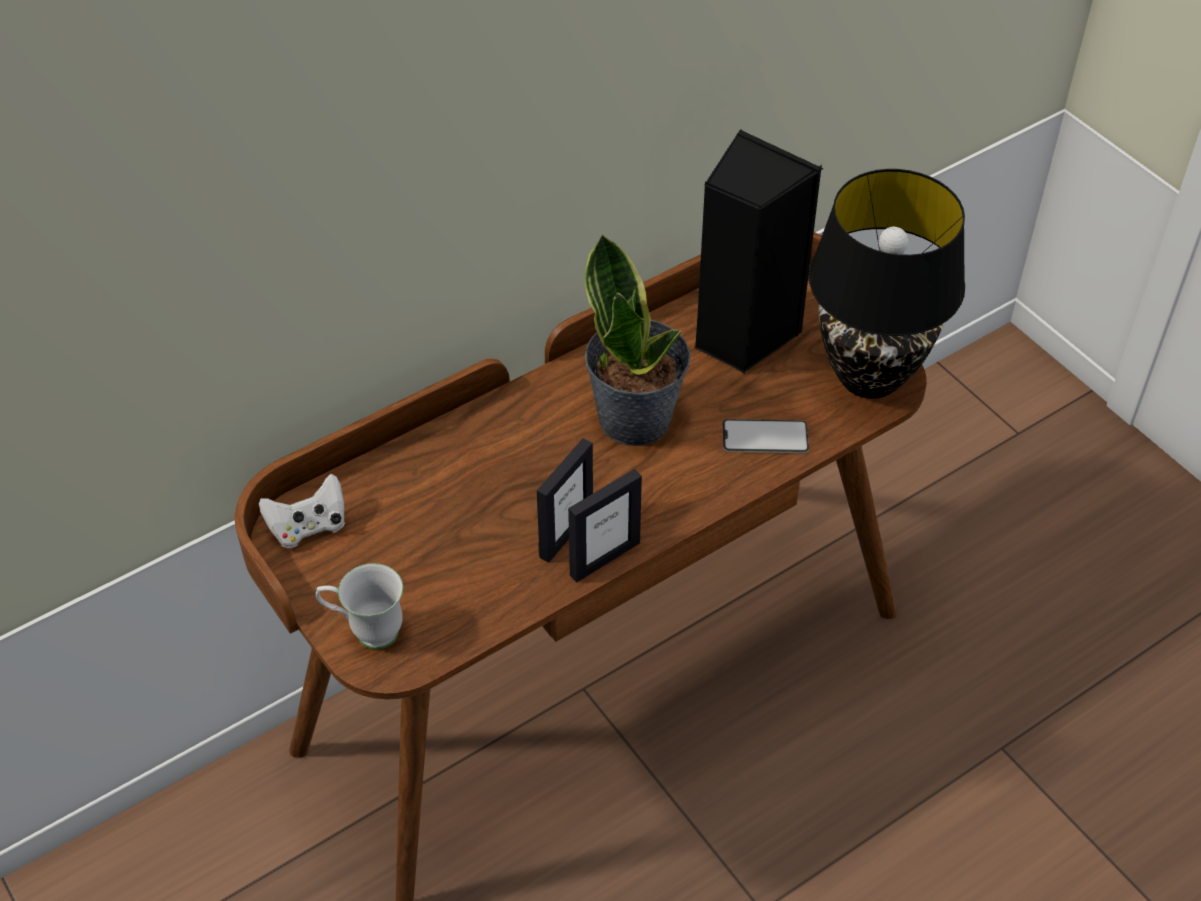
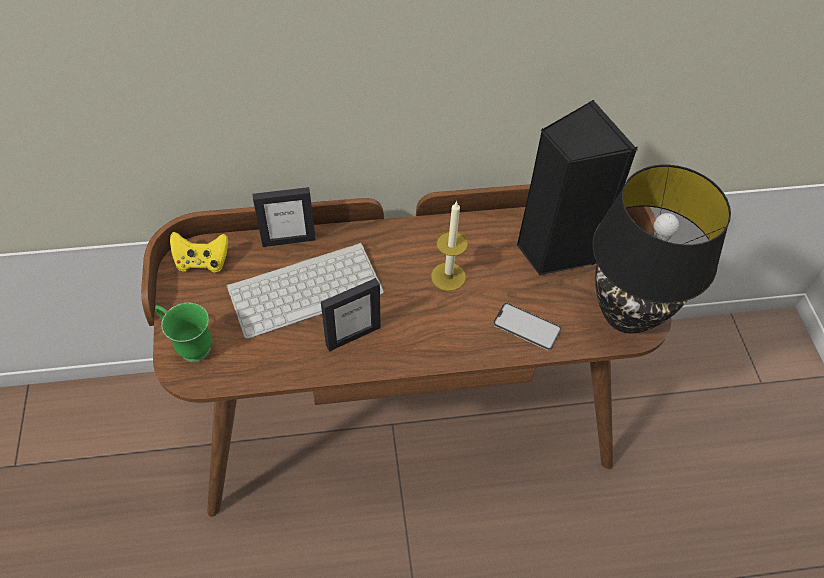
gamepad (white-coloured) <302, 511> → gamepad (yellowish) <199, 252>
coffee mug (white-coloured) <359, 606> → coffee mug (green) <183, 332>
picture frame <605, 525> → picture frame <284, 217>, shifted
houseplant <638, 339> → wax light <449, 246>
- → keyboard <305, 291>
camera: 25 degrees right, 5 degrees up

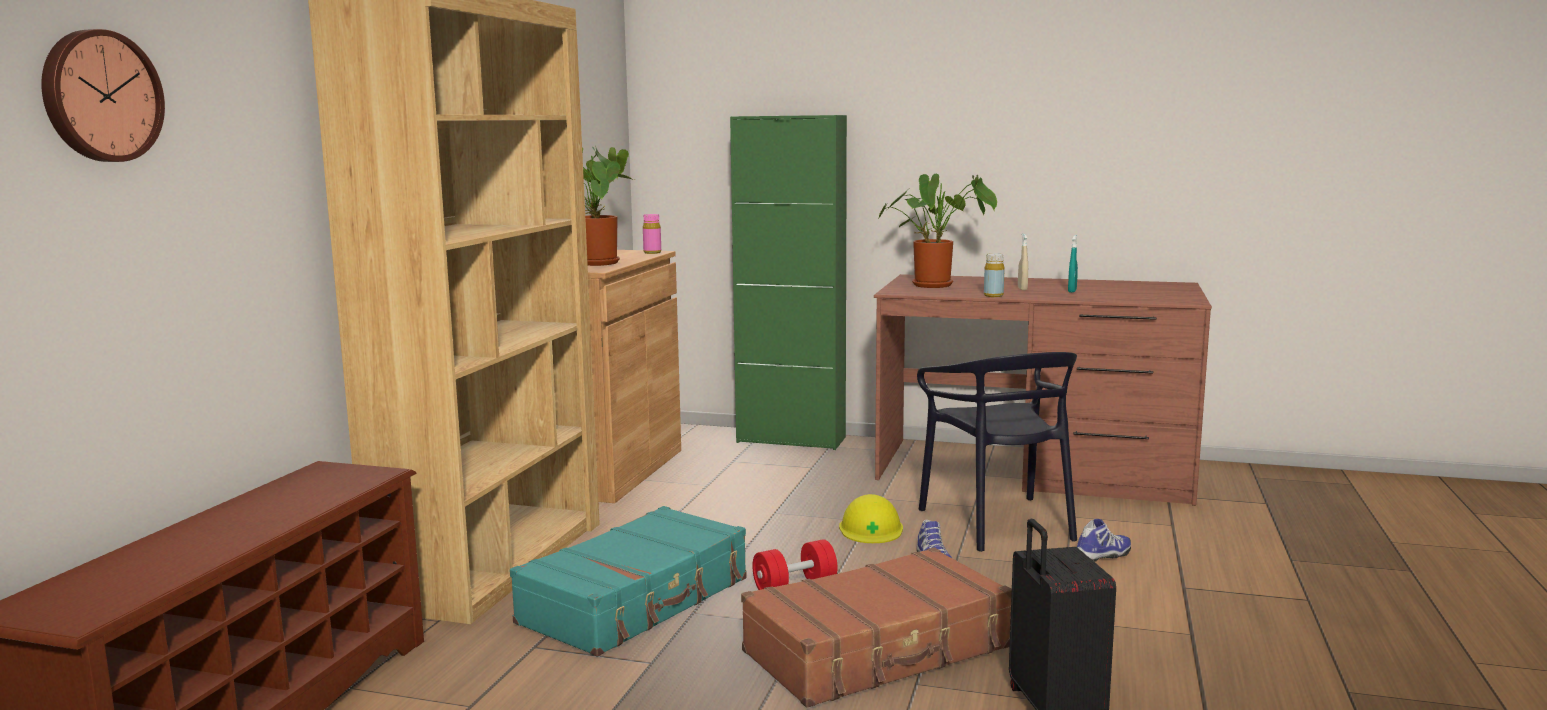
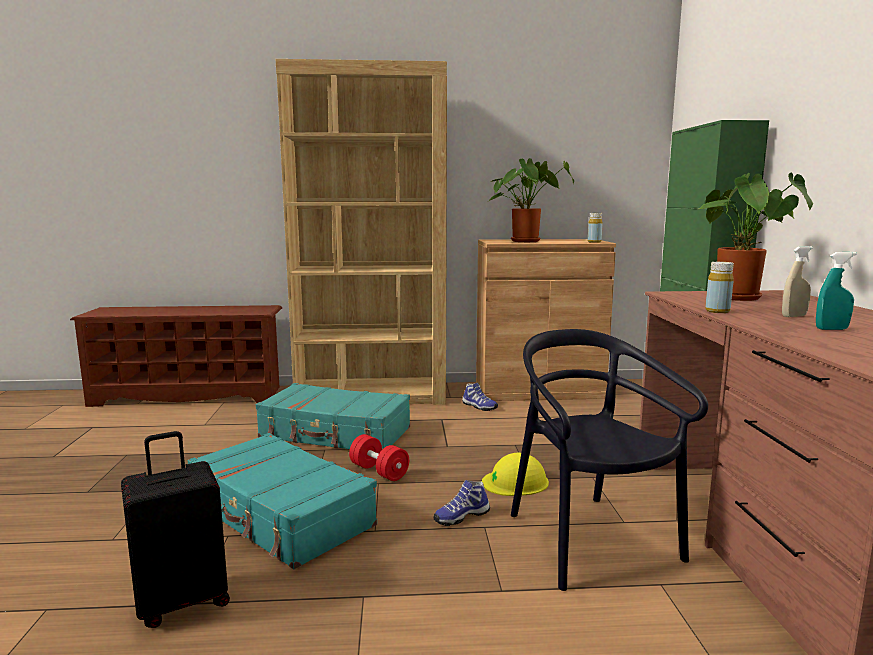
clock on the wall <103, 95> → -
drink bottle (pink-coloured) <652, 234> → drink bottle (yellowish) <595, 228>
travel case (brown) <876, 627> → travel case (blue-green) <282, 501>
plain chair (black) <997, 452> → plain chair (black) <609, 460>, 105 degrees clockwise
item of footwear <1104, 540> → item of footwear <480, 397>, shifted
camera: 70 degrees right, 0 degrees up

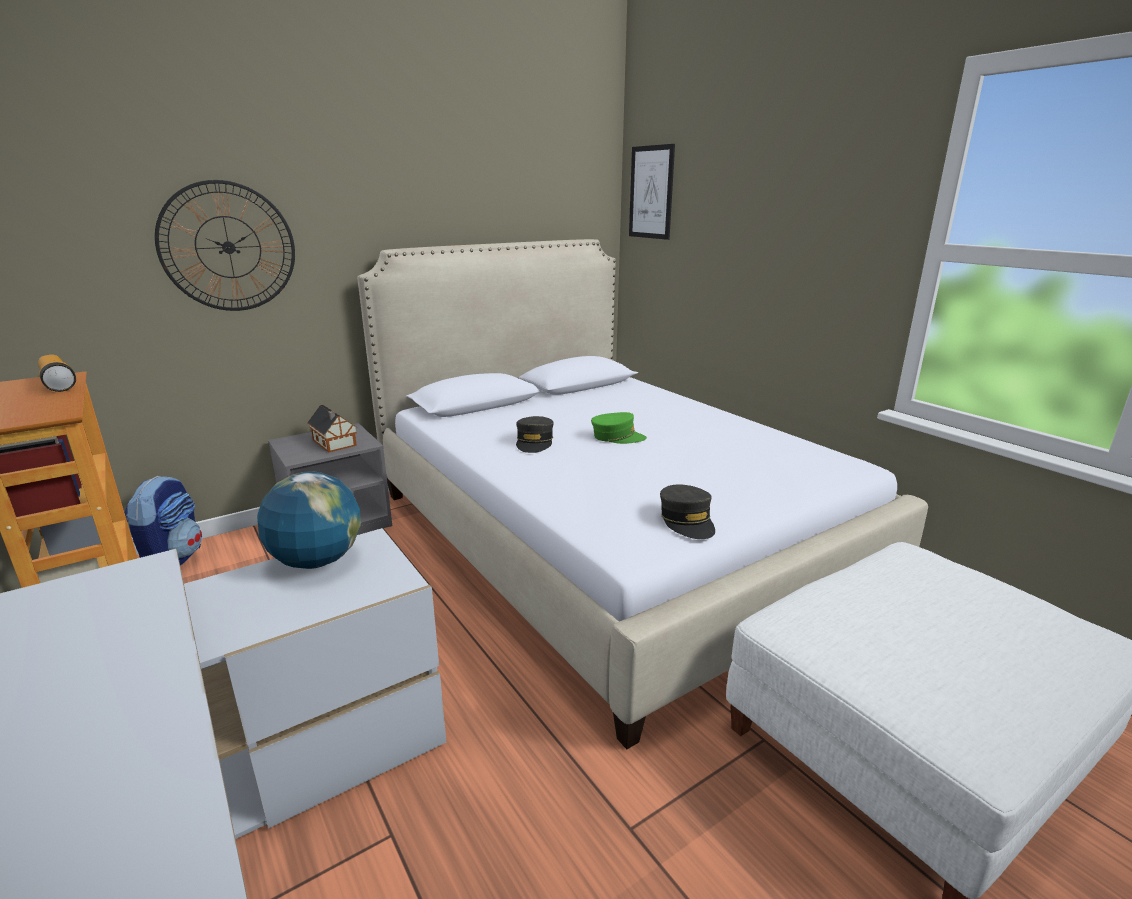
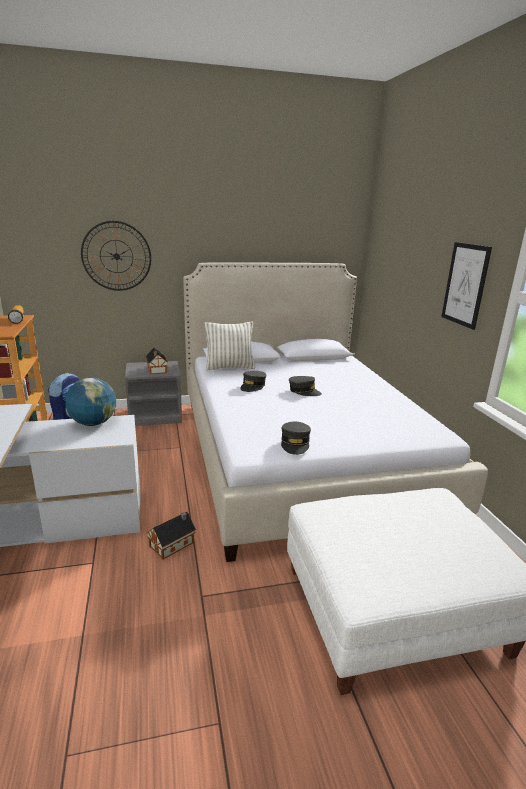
peaked cap (green) <619, 428> → peaked cap (greyish) <305, 386>
picture <652, 192> → picture <466, 286>, shifted
- → model house <171, 536>
- → cushion <229, 346>
camera: 20 degrees right, 0 degrees up

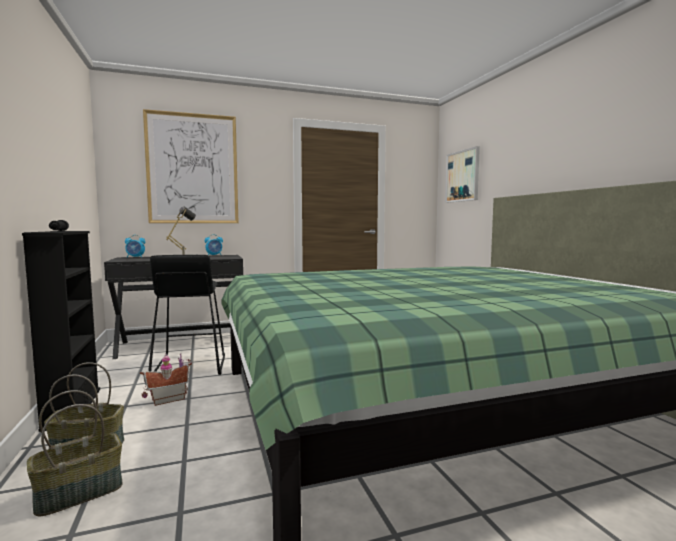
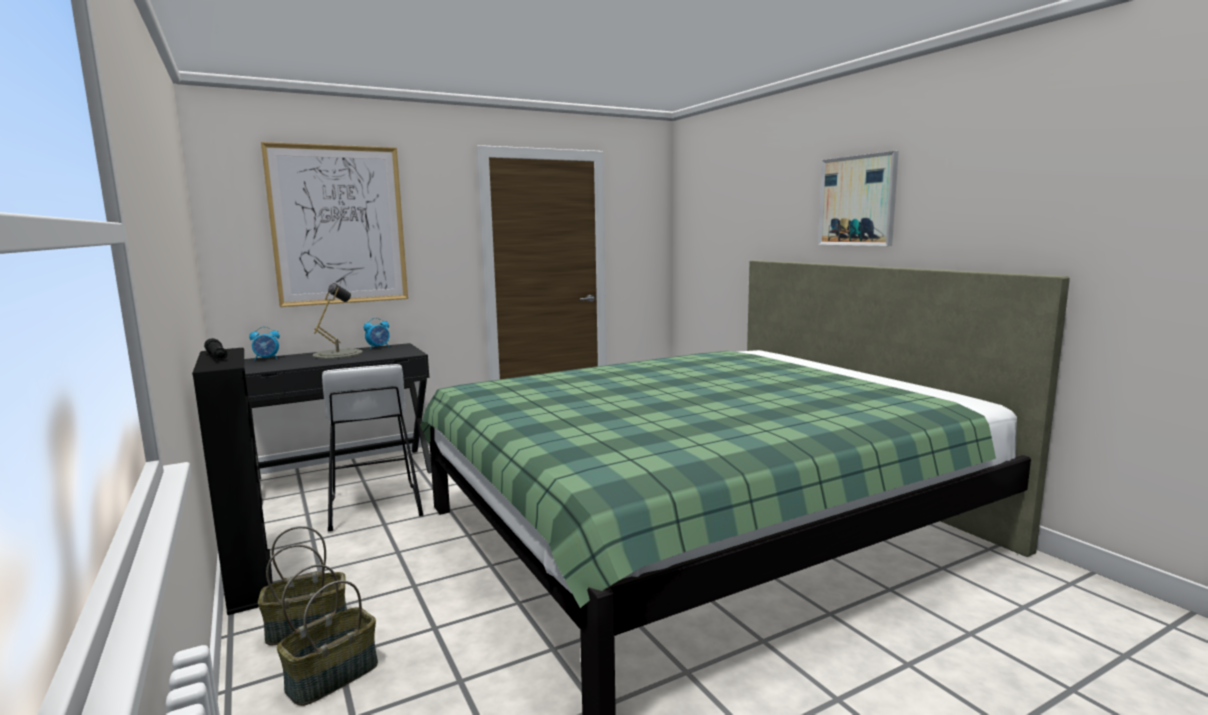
model house <166, 380> → -
stool (black) <186, 315> → stool (white-coloured) <372, 447>
picture <462, 174> → picture <858, 198>, shifted
camera: 10 degrees left, 5 degrees up

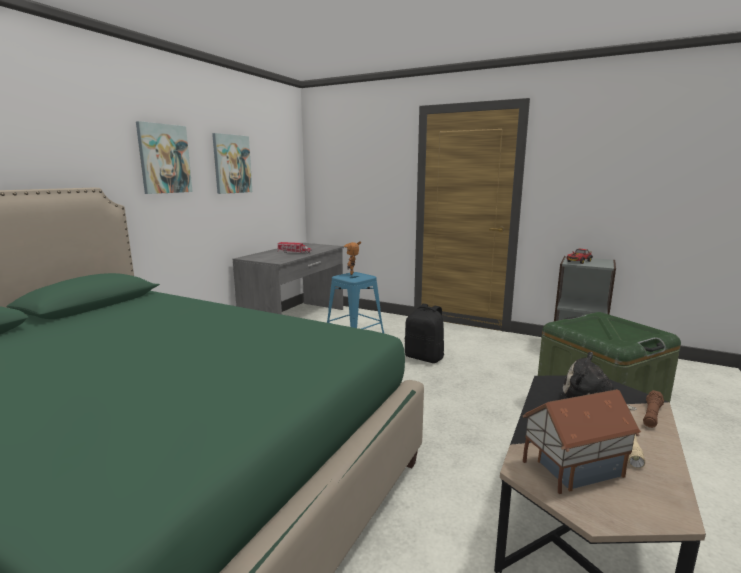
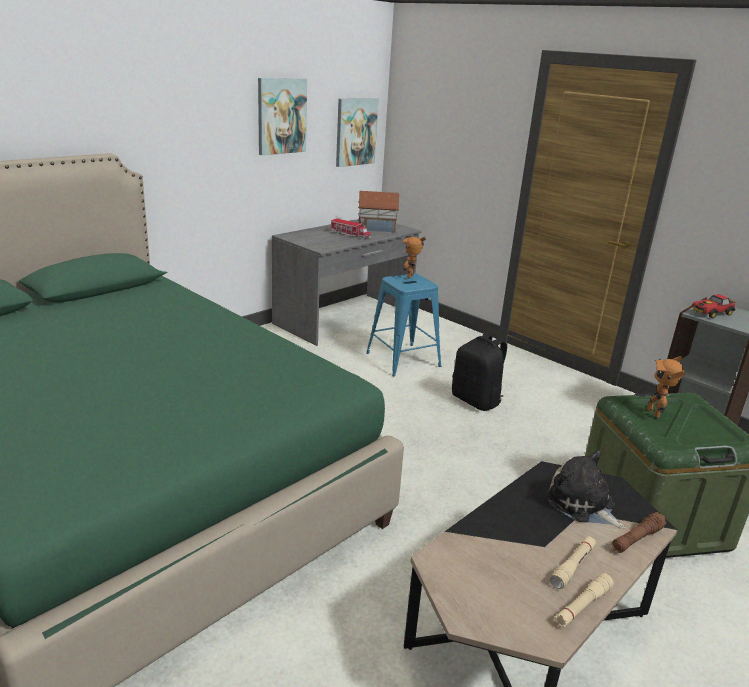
picture <164, 157> → picture <357, 132>, shifted
model house <581, 441> → model house <378, 212>, shifted
- → torch (beige-coloured) <584, 600>
- → toy robot <666, 387>
camera: 15 degrees right, 10 degrees up

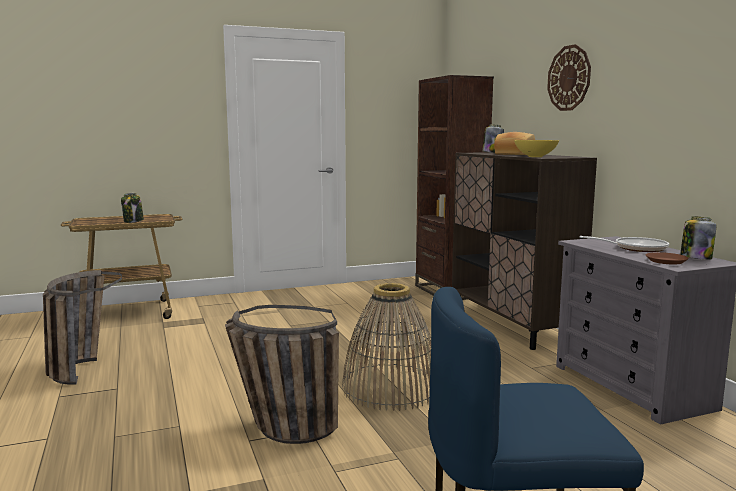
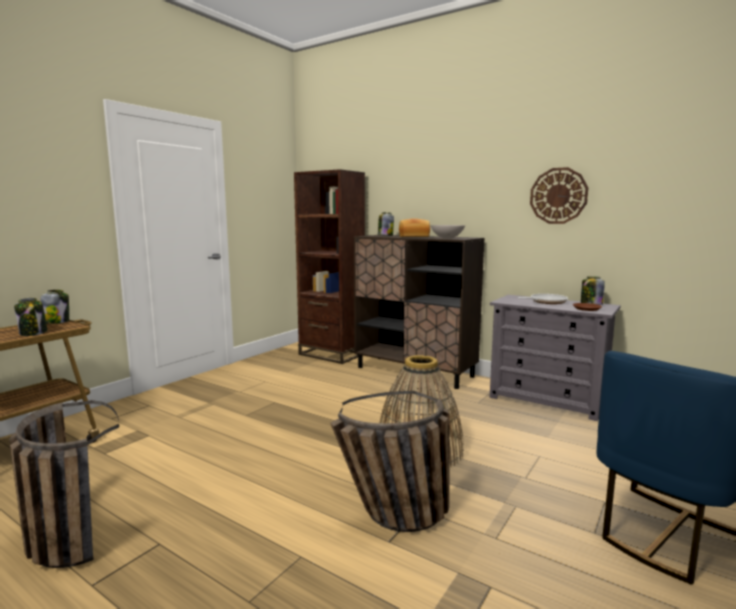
deep dish (yellowish) <536, 148> → deep dish (white-coloured) <448, 232>
clock on the wall <569, 77> → clock on the wall <559, 195>, shifted
- → preserve jar <55, 307>
camera: 35 degrees left, 0 degrees up

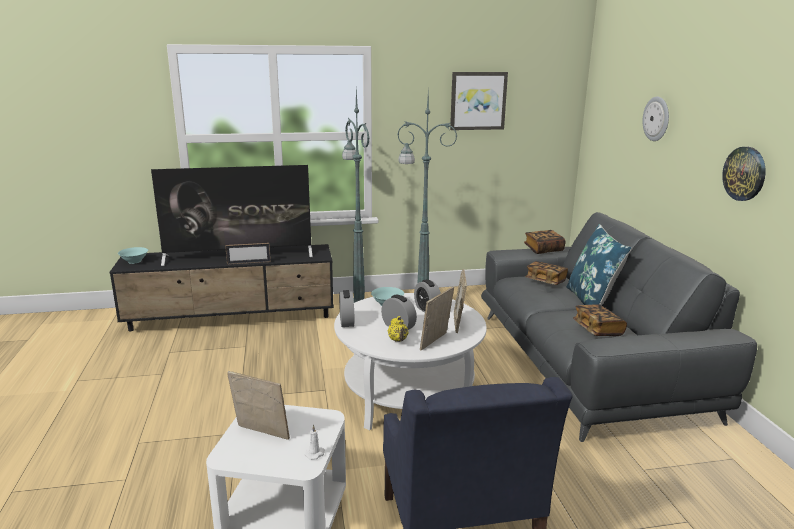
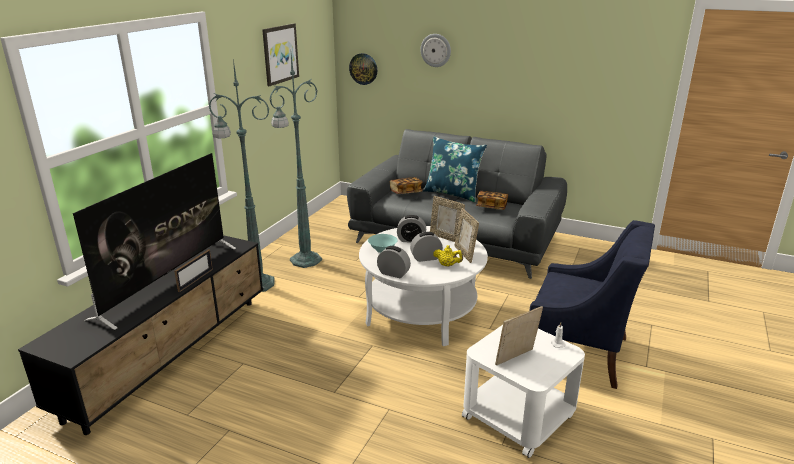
deep dish (blue-green) <133, 255> → -
bound book <545, 242> → -
clock on the wall <744, 174> → clock on the wall <363, 69>, shifted
camera: 55 degrees left, 5 degrees up

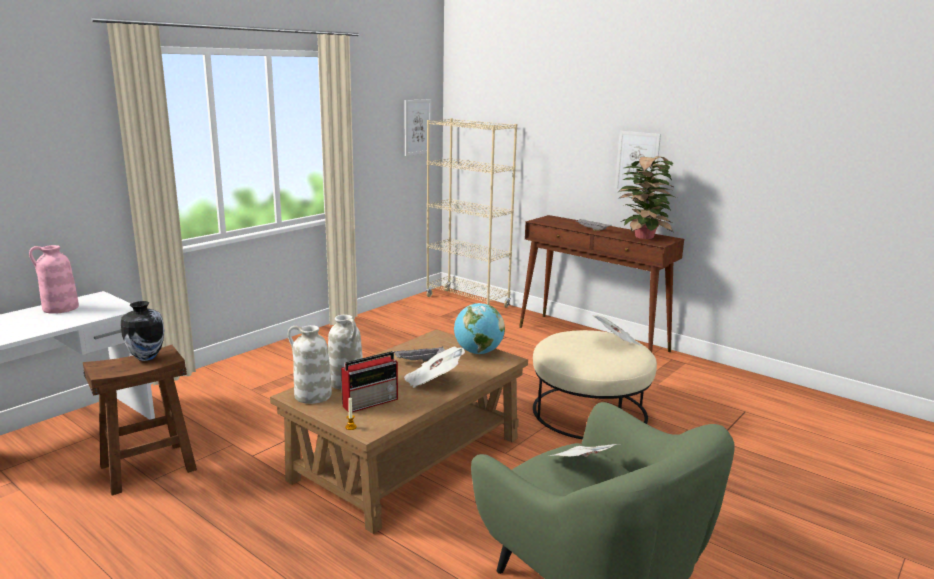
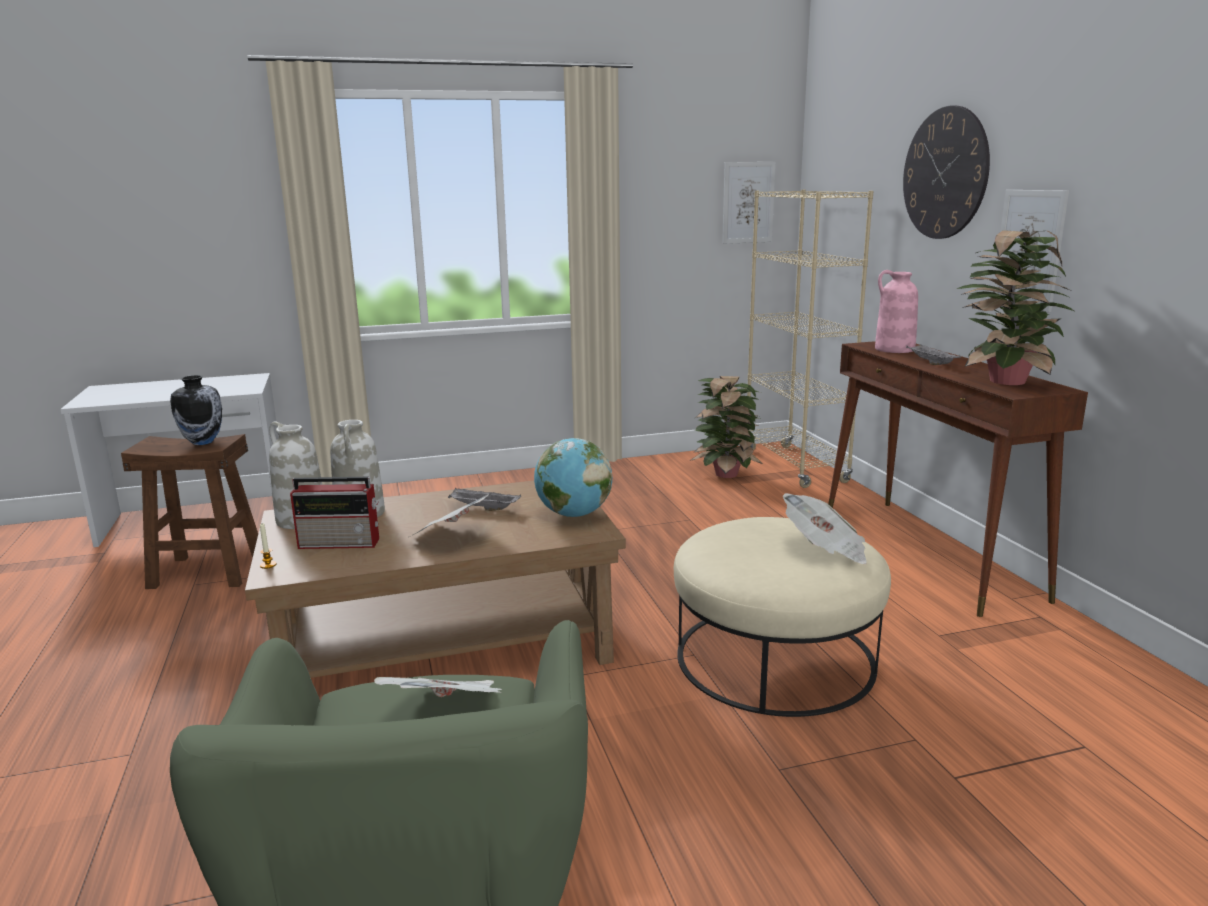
decorative vase (pink-coloured) <54, 279> → decorative vase (pink-coloured) <896, 311>, shifted
- → houseplant <727, 427>
- → clock on the wall <946, 172>
camera: 35 degrees right, 0 degrees up

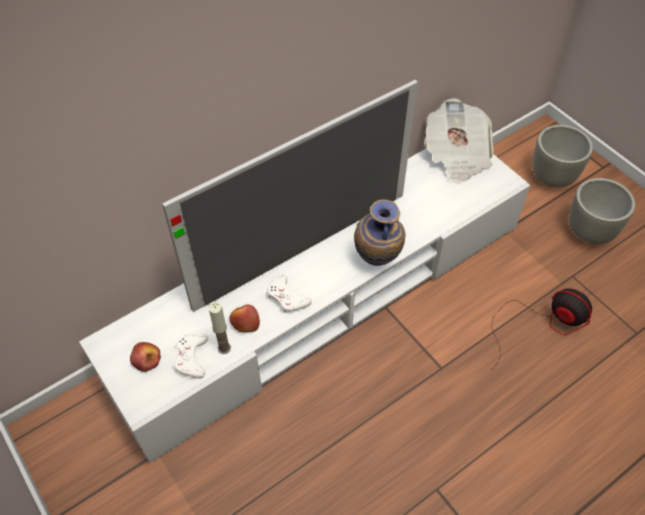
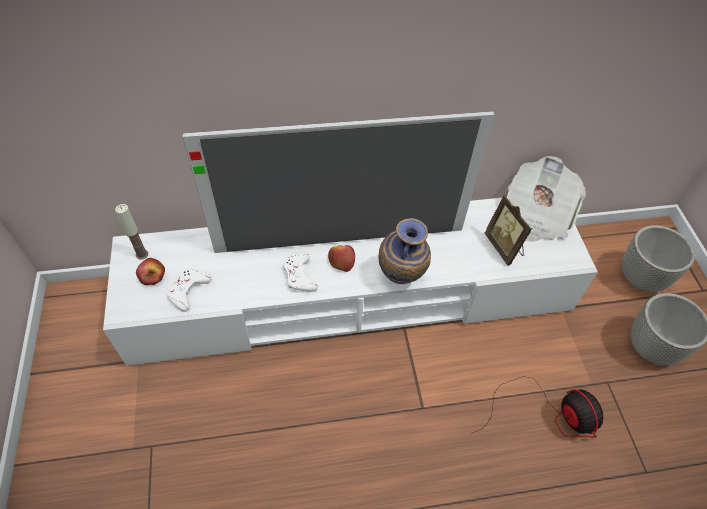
wax light <220, 328> → wax light <131, 232>, shifted
apple fruit <245, 318> → apple fruit <341, 258>, shifted
- → picture frame <508, 230>
camera: 25 degrees right, 0 degrees up

